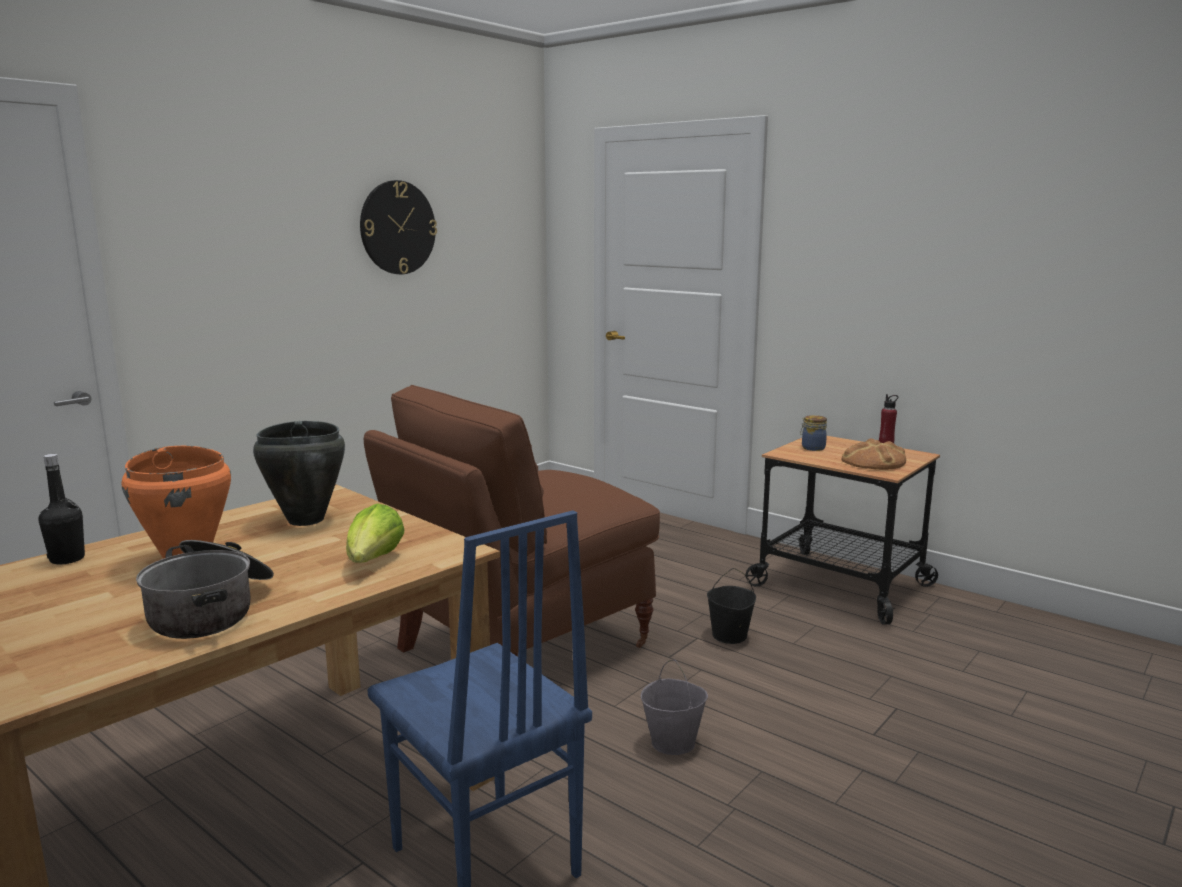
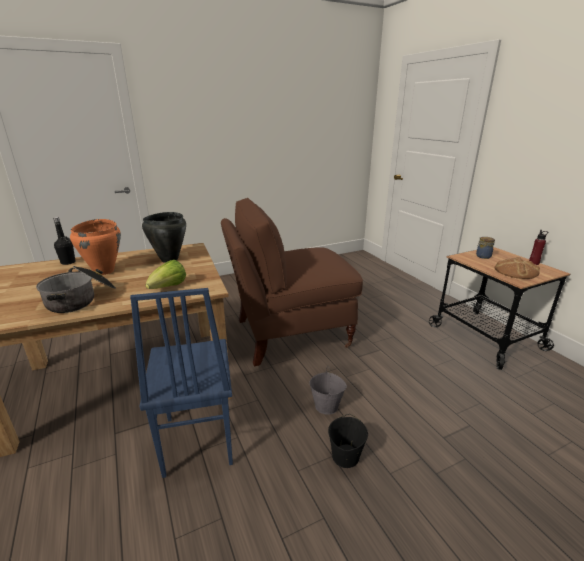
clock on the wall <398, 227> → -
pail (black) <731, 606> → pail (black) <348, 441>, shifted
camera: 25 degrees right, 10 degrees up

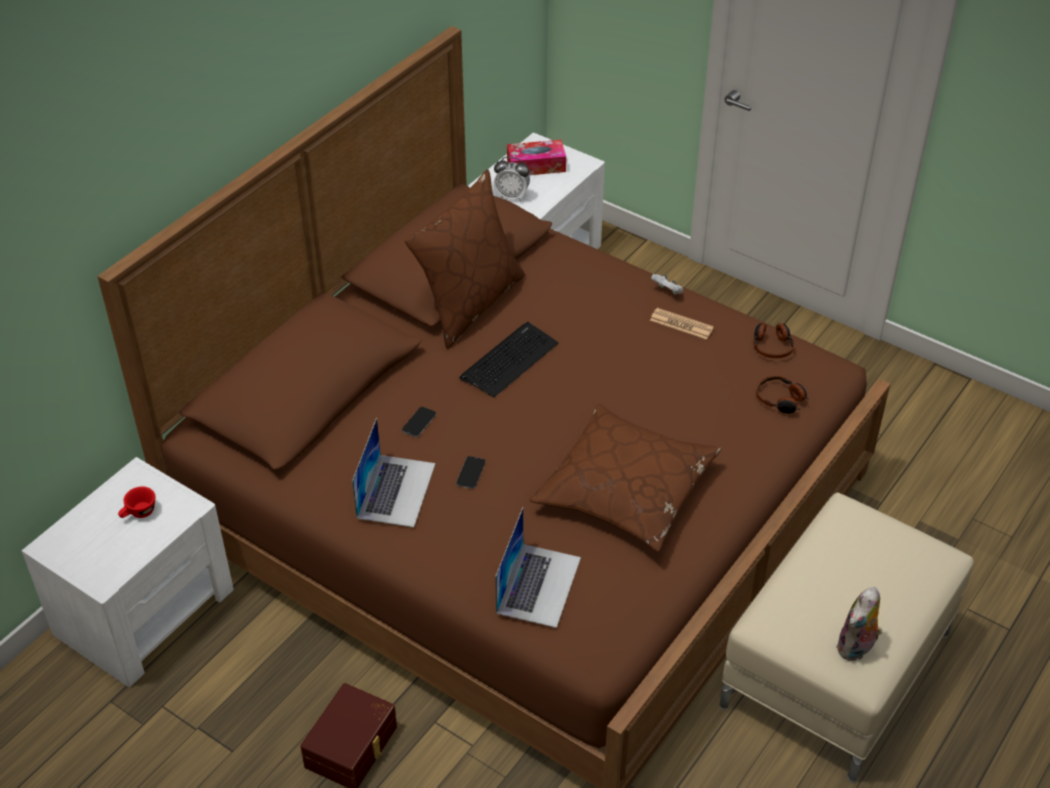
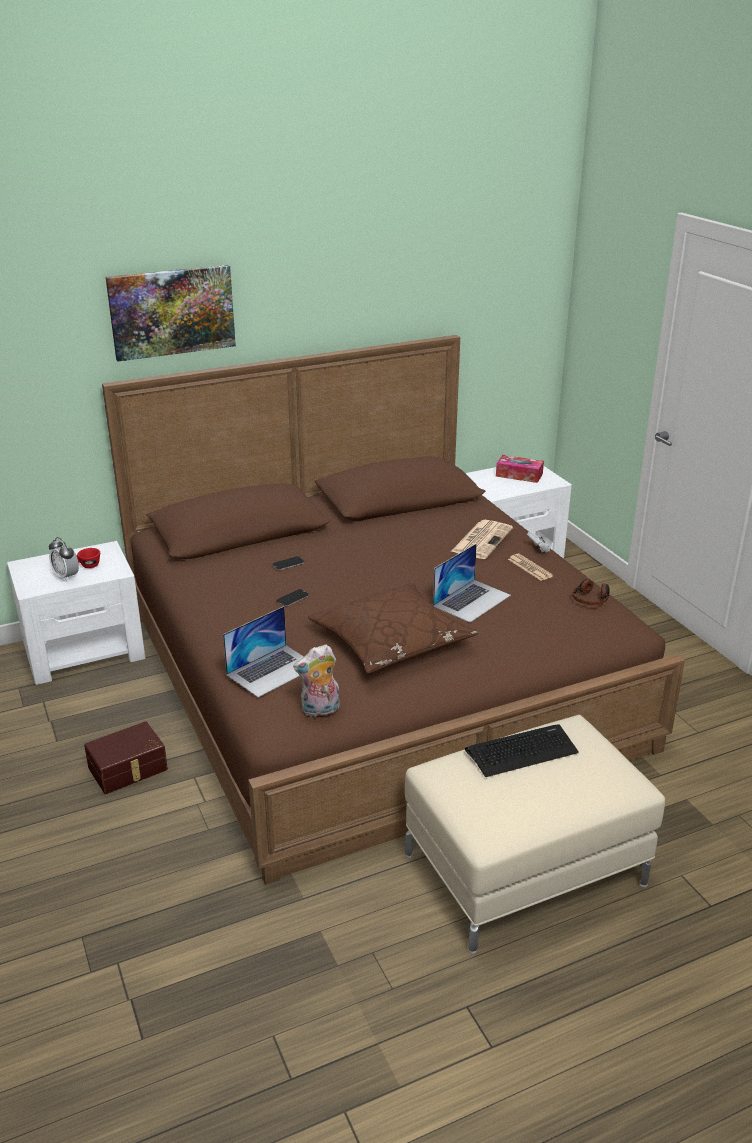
laptop <393, 473> → laptop <472, 583>, shifted
cushion (brown) <465, 259> → -
keyboard <509, 360> → keyboard <522, 750>, shifted
bedside clock <512, 179> → bedside clock <64, 559>, shifted
headphones <782, 395> → -
cuddly toy <859, 624> → cuddly toy <316, 680>, shifted
- → picture <171, 313>
- → newspaper <481, 539>
camera: 30 degrees right, 15 degrees down

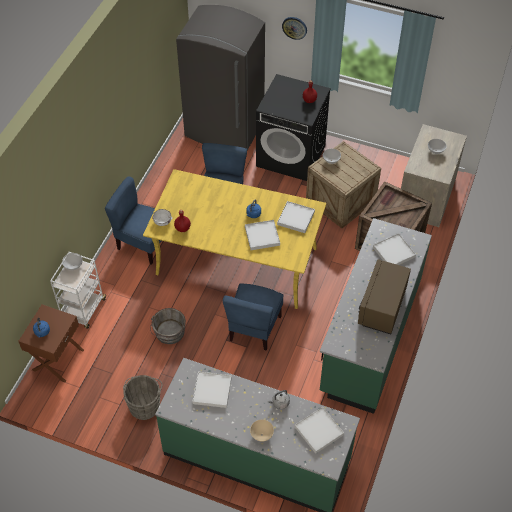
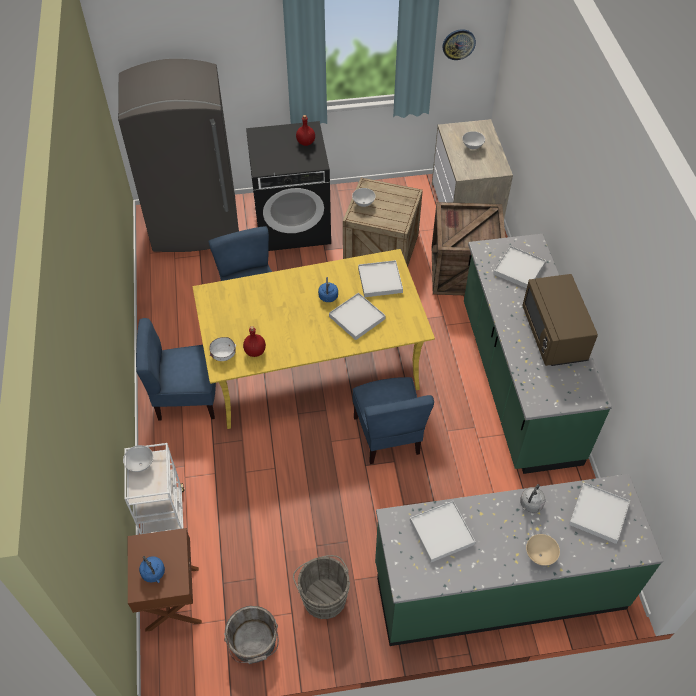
pail (greyish) <168, 326> → pail (greyish) <251, 635>, shifted
clock on the wall <294, 28> → clock on the wall <459, 44>, shifted
camera: 30 degrees left, 0 degrees up

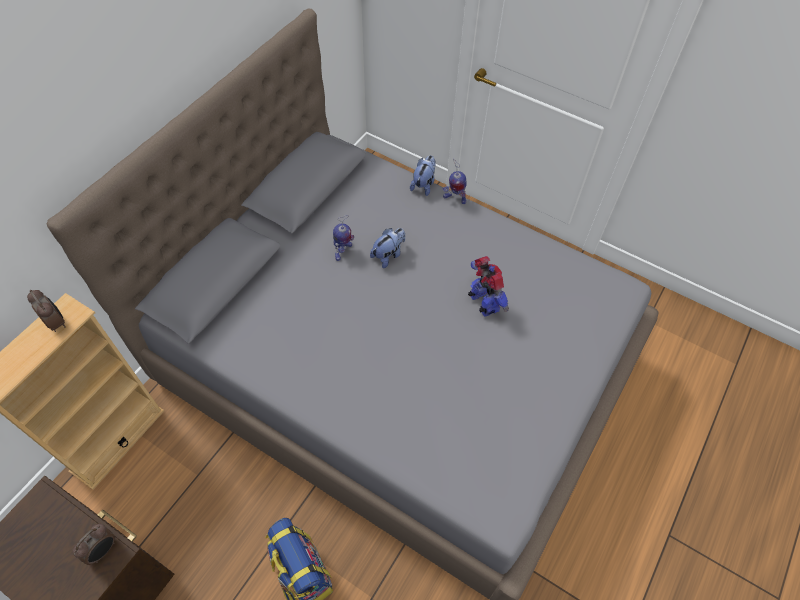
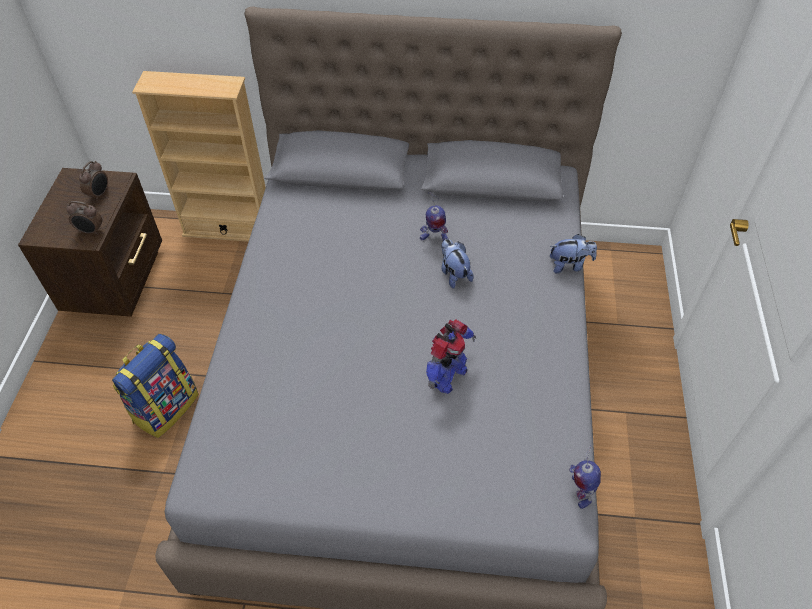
bedside clock <46, 311> → bedside clock <93, 181>, shifted
cuddly toy <387, 248> → cuddly toy <457, 263>, 135 degrees counterclockwise
toy robot <455, 181> → toy robot <585, 477>, shifted
camera: 65 degrees right, 5 degrees down

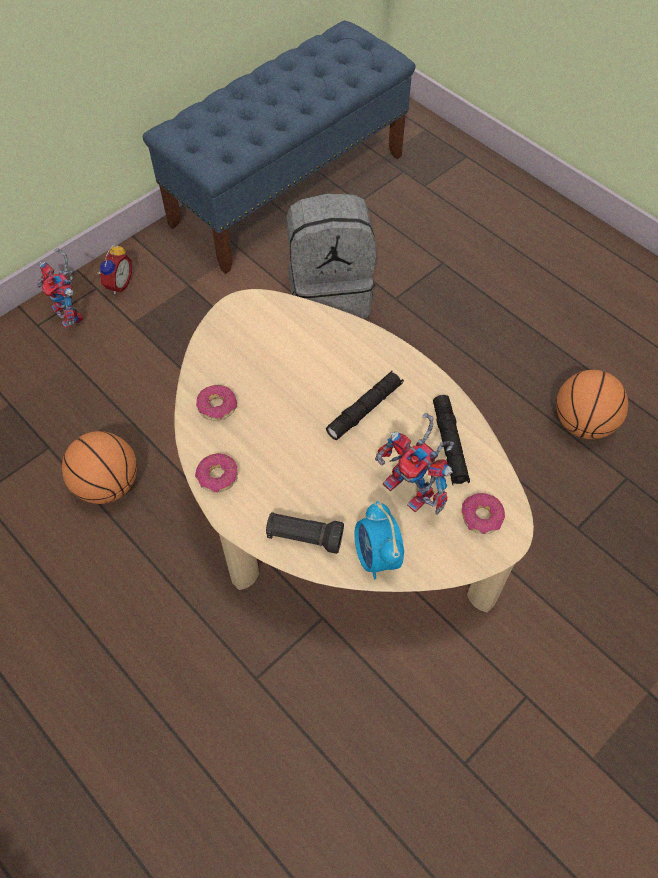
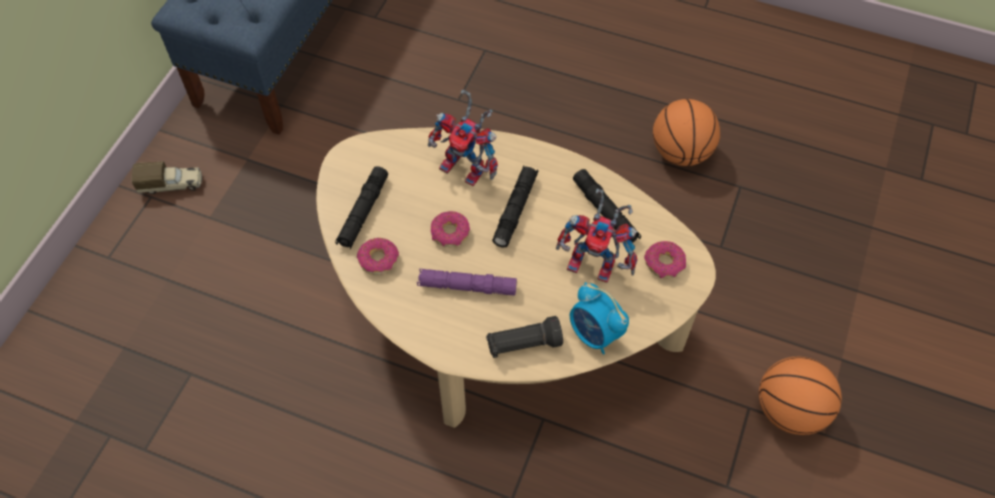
toy robot <60, 288> → toy robot <463, 138>, shifted
basketball ball <99, 467> → basketball ball <800, 396>, shifted
bedside clock <114, 269> → model truck <167, 177>
donut <216, 472> → donut <450, 229>, shifted
rucksack (greyish) <331, 256> → -
- → torch (black) <361, 207>
- → torch (purple-coloured) <467, 282>
camera: 25 degrees left, 0 degrees up

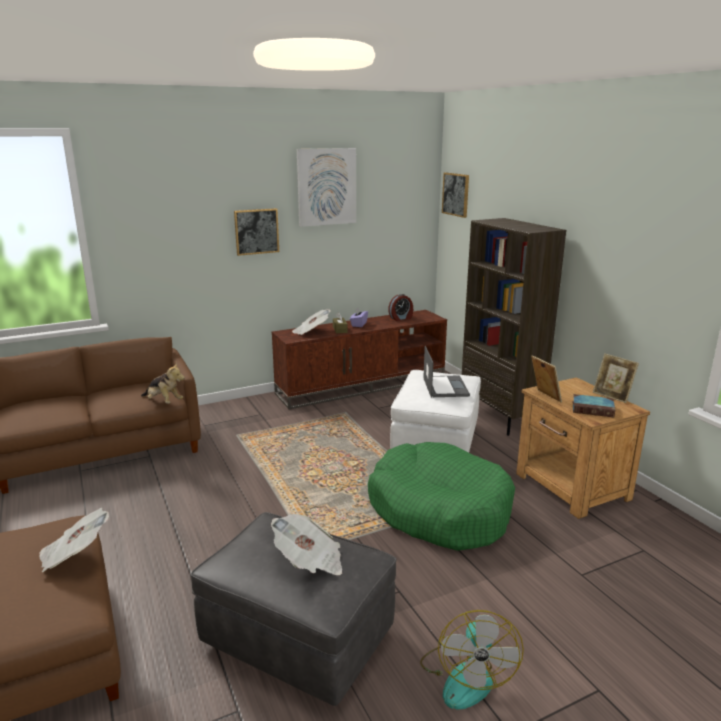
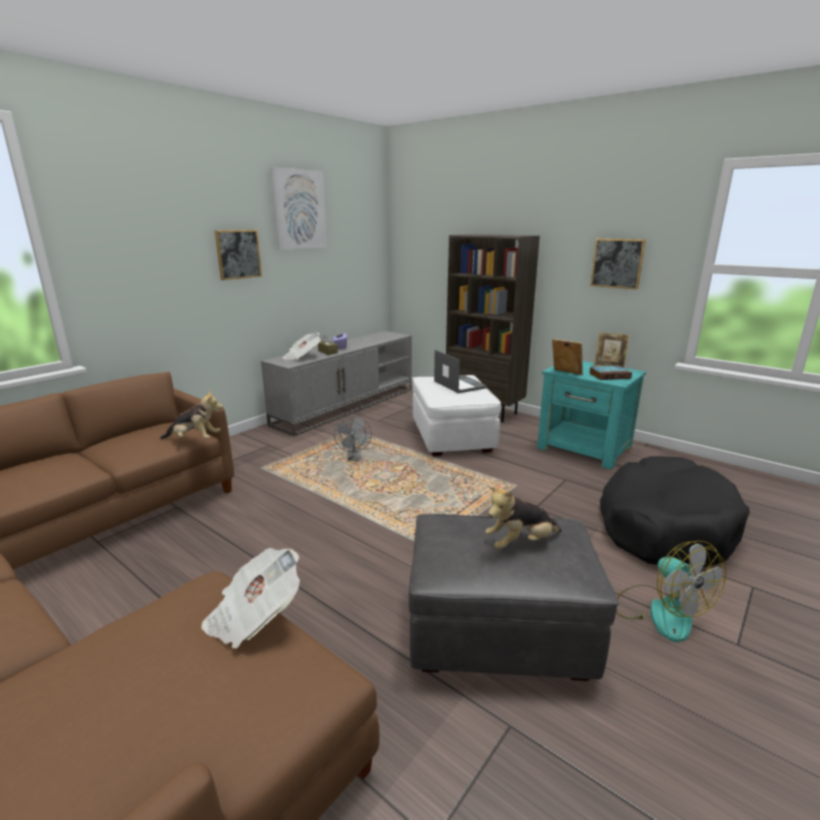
newspaper <306, 544> → cuddly toy <523, 517>
tv stand (brown) <359, 359> → tv stand (greyish) <336, 383>
dog cushion (green) <441, 496> → -
bedside clock <400, 307> → -
picture <455, 195> → picture <618, 264>, shifted
night table (brown) <583, 448> → night table (blue-green) <591, 415>
- → fan (greyish) <353, 438>
- → dog cushion (black) <675, 511>
camera: 25 degrees left, 0 degrees up

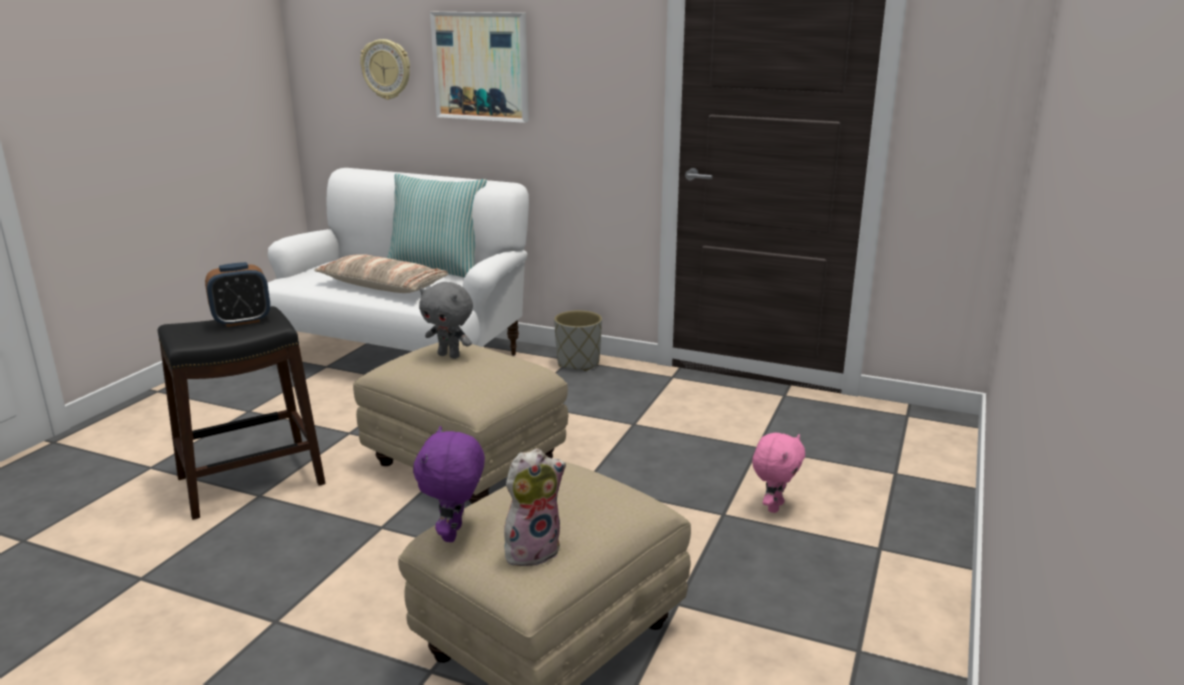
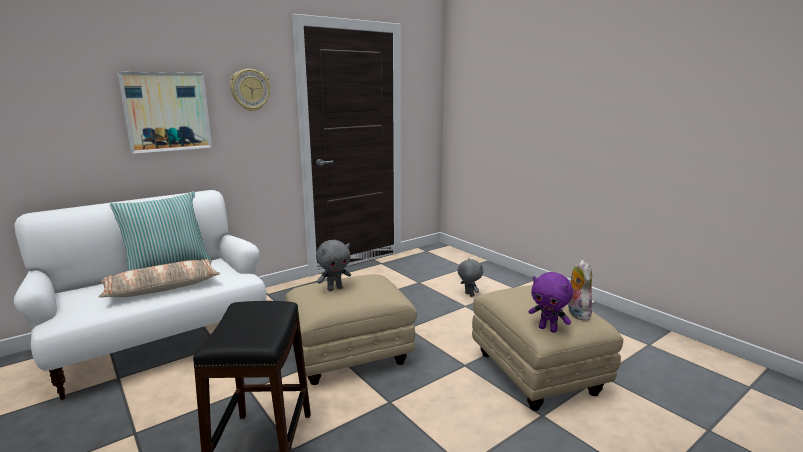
bedside clock <237, 294> → -
clock on the wall <385, 69> → clock on the wall <250, 90>, shifted
planter (greyish) <578, 340> → -
cuddly toy (pink-coloured) <778, 473> → cuddly toy (greyish) <470, 277>
camera: 60 degrees left, 5 degrees down

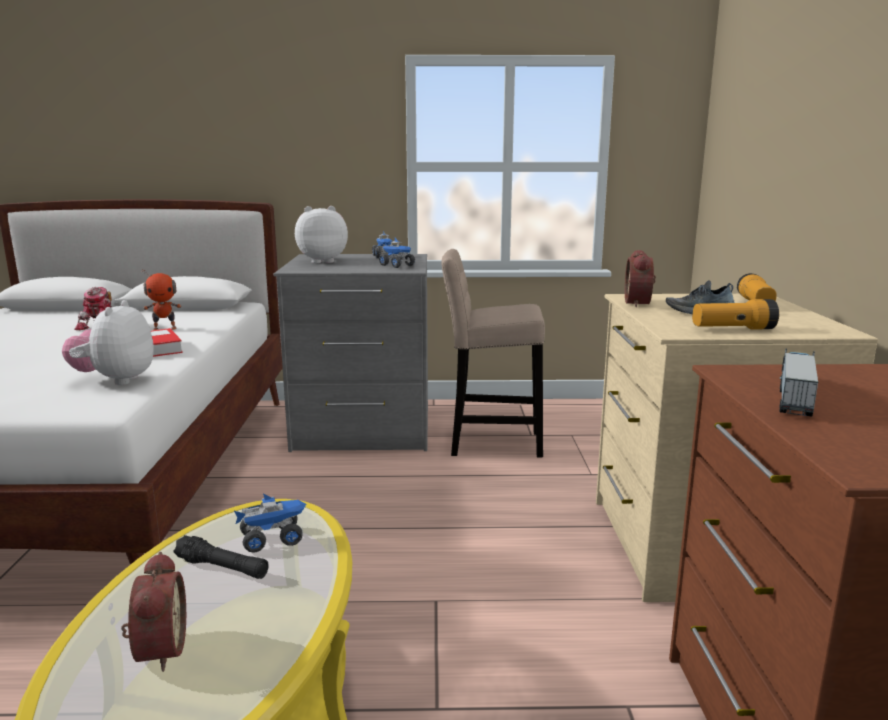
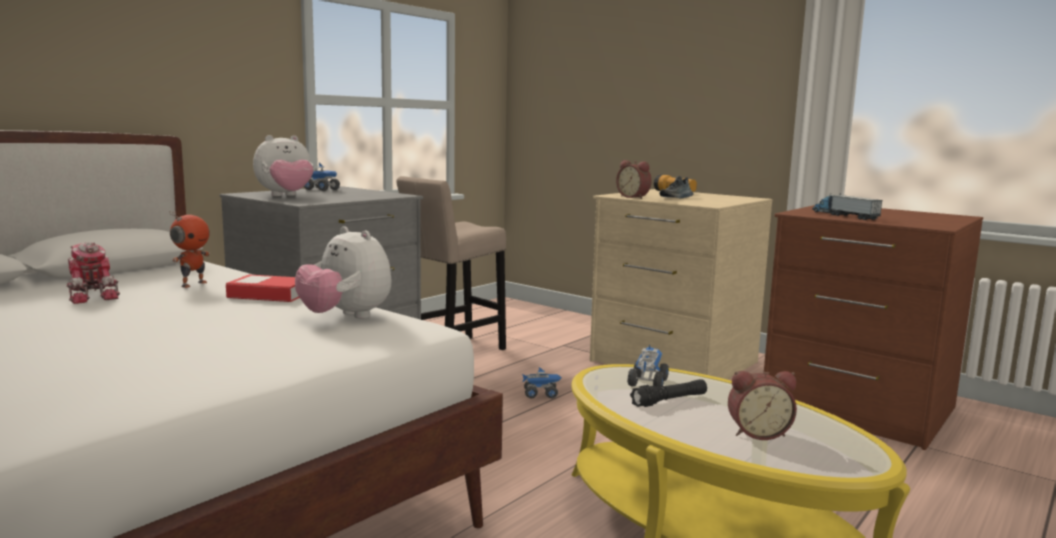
bedside clock <153, 612> → bedside clock <762, 405>, 150 degrees clockwise
cuddly toy <321, 234> → cuddly toy <283, 165>, 150 degrees counterclockwise
model truck <397, 253> → model truck <542, 383>, shifted
torch <735, 314> → -
camera: 50 degrees left, 5 degrees down

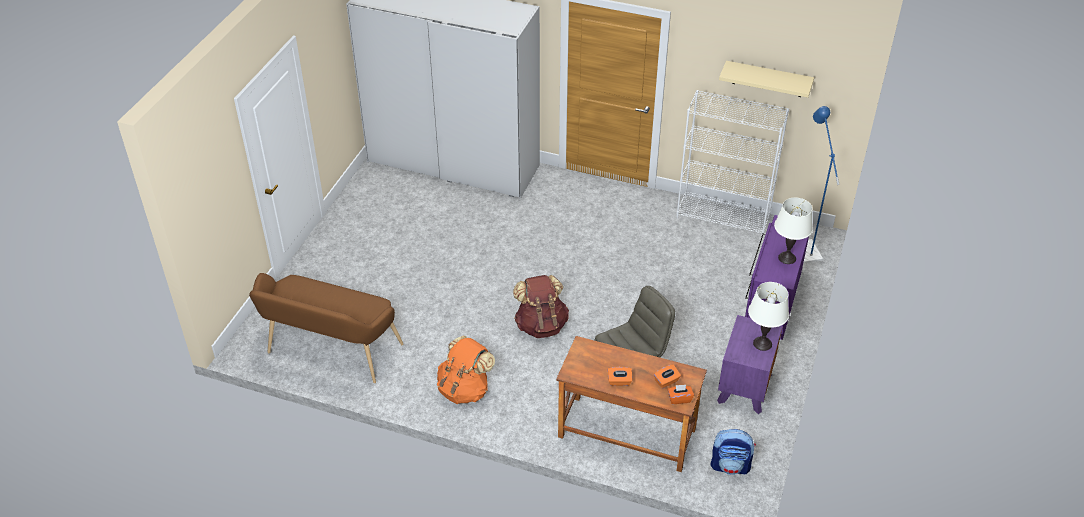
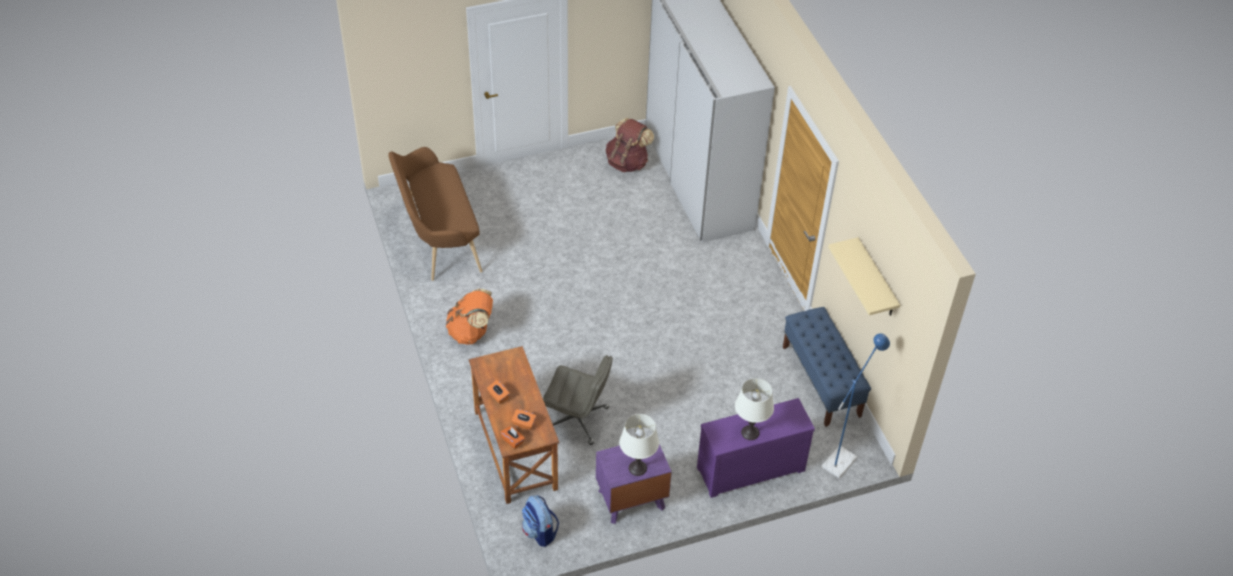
rucksack (brown) <541, 306> → rucksack (brown) <630, 145>, shifted
bookshelf (white-coloured) <732, 164> → long seat (bluish) <827, 367>
camera: 50 degrees right, 5 degrees up

